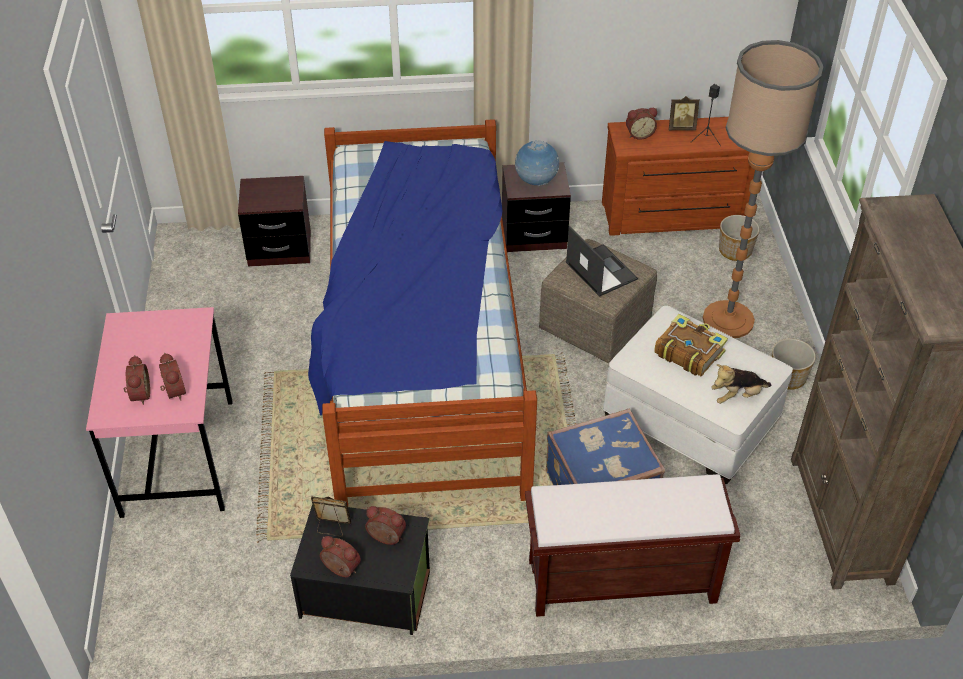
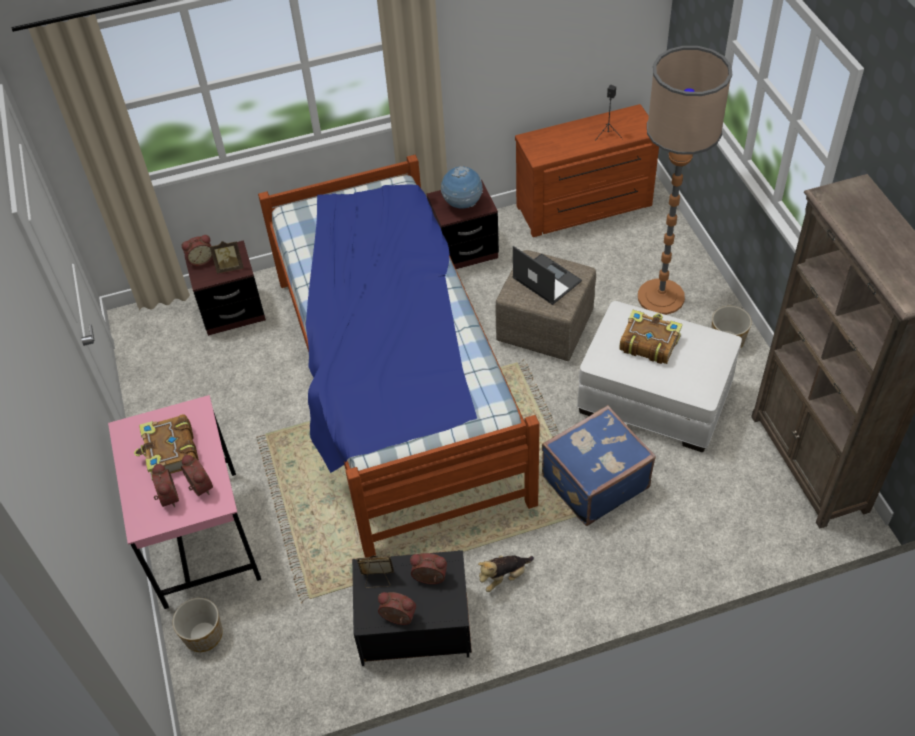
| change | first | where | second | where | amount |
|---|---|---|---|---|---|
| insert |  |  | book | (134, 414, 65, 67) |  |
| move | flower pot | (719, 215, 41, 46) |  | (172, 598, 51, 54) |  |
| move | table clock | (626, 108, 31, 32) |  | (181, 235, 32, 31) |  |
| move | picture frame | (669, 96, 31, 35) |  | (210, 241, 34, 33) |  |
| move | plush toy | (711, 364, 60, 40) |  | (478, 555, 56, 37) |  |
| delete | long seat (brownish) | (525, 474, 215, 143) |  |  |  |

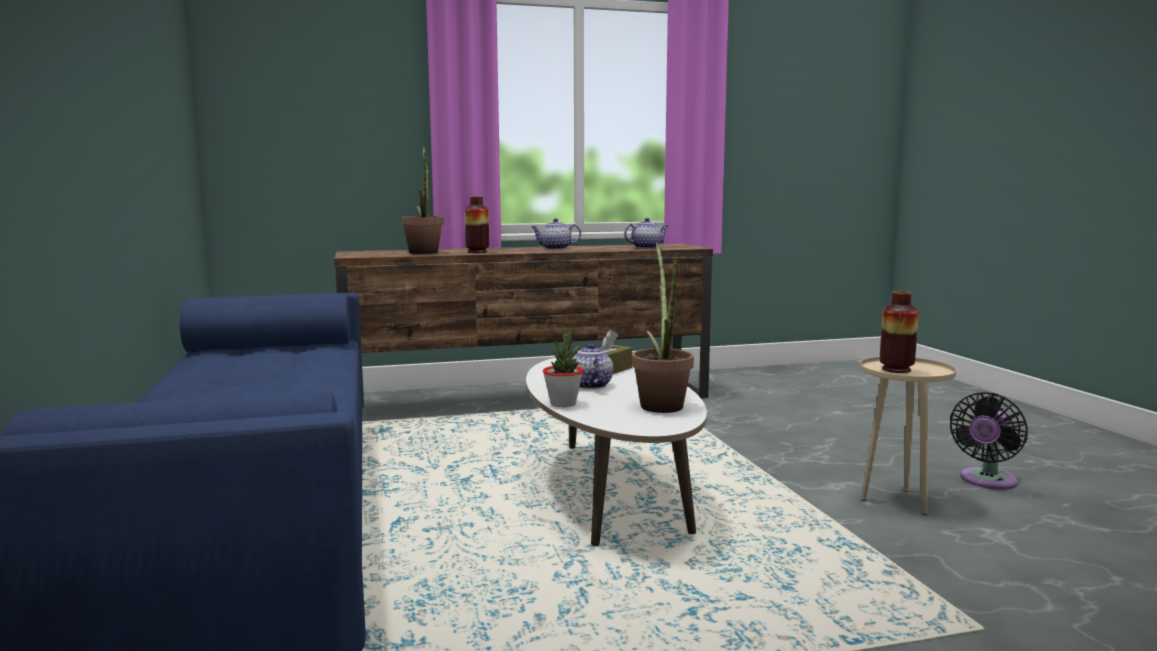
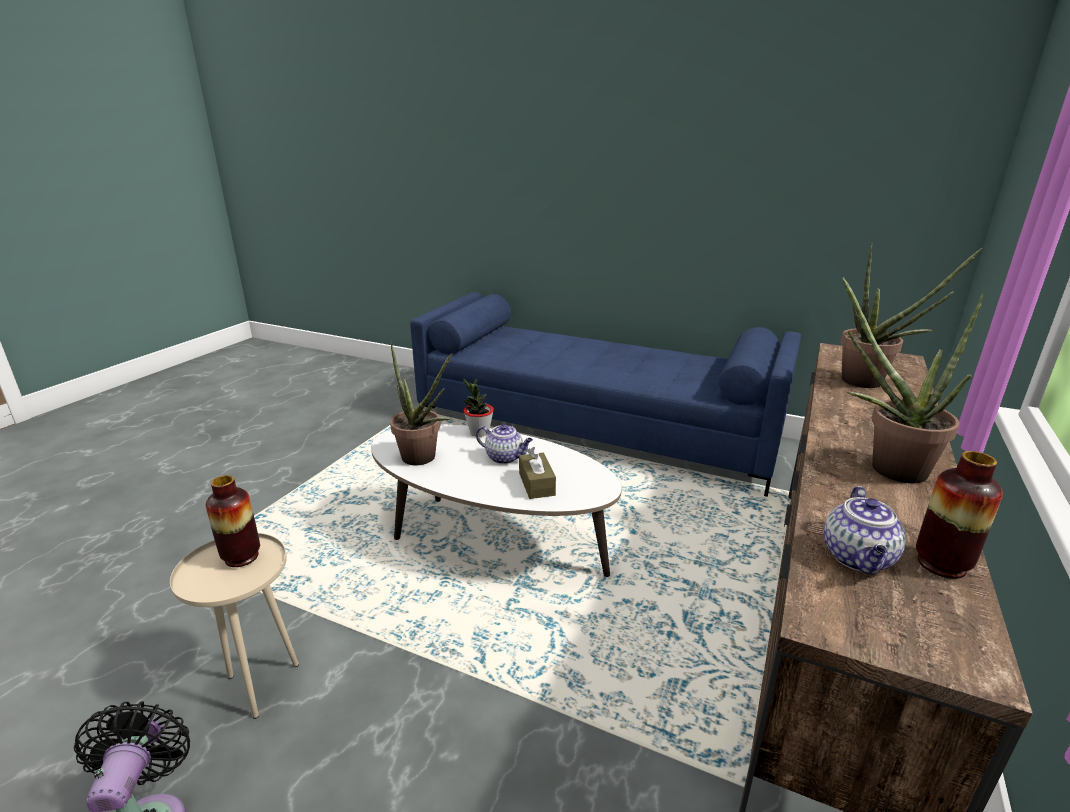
| change | first | where | second | where | amount |
|---|---|---|---|---|---|
| replace | pot for tea | (531, 218, 50, 31) | potted plant | (843, 277, 141, 206) |  |
| move | flower vase | (465, 196, 24, 57) |  | (916, 451, 87, 128) |  |

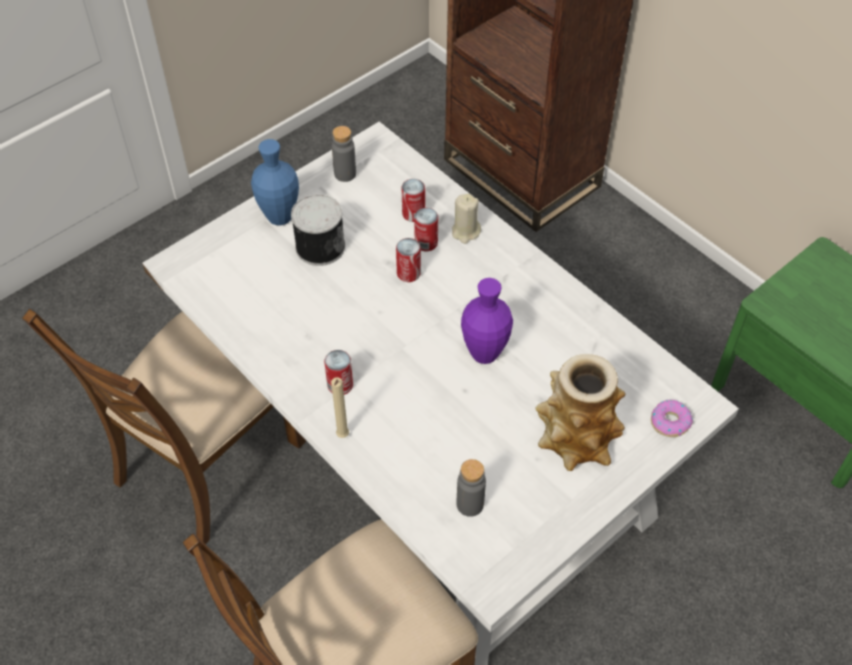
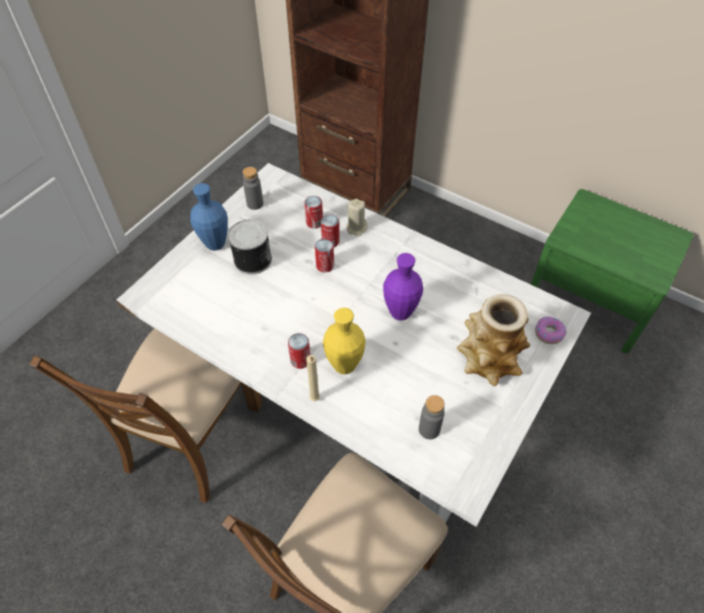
| change | first | where | second | where | amount |
|---|---|---|---|---|---|
| insert |  |  | flower vase (yellowish) | (323, 308, 43, 66) |  |

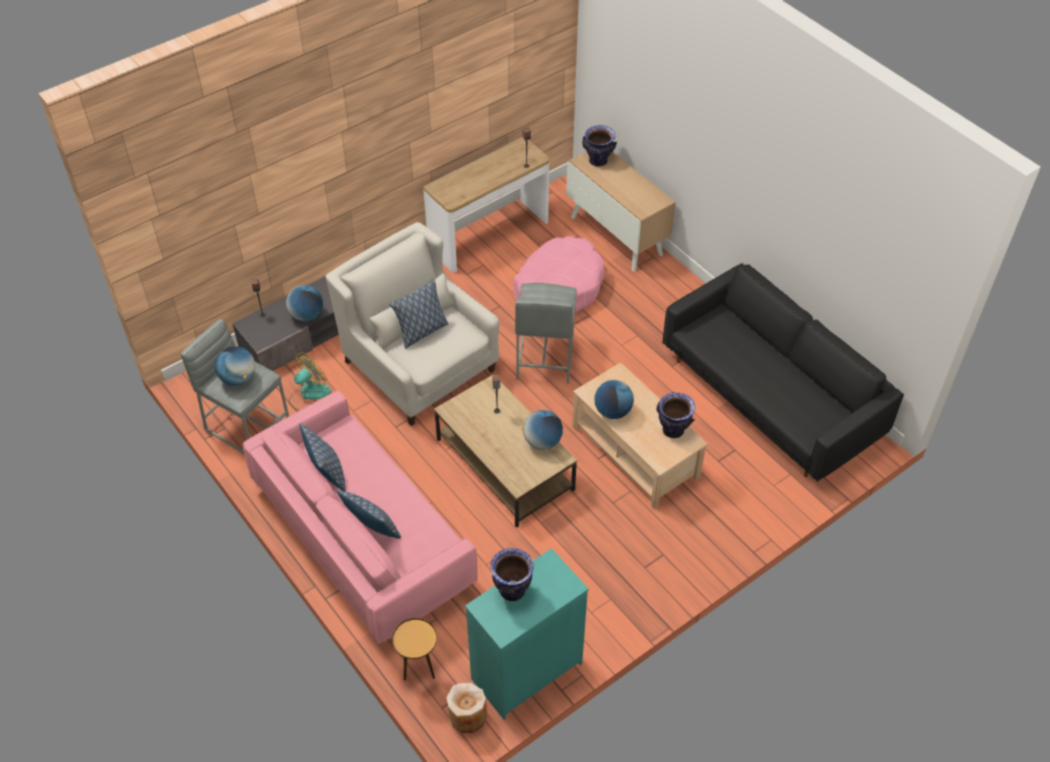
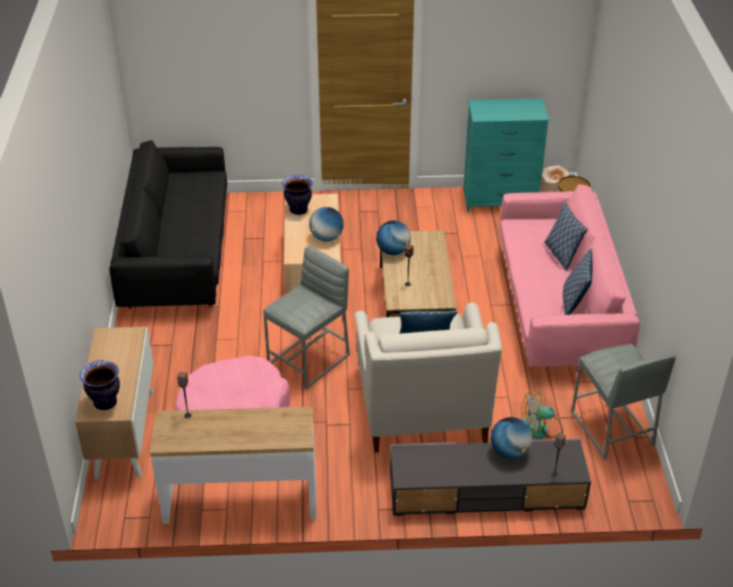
| change | first | where | second | where | amount |
|---|---|---|---|---|---|
| delete | globe | (215, 346, 40, 40) |  |  |  |
| delete | flower vase | (491, 548, 43, 53) |  |  |  |

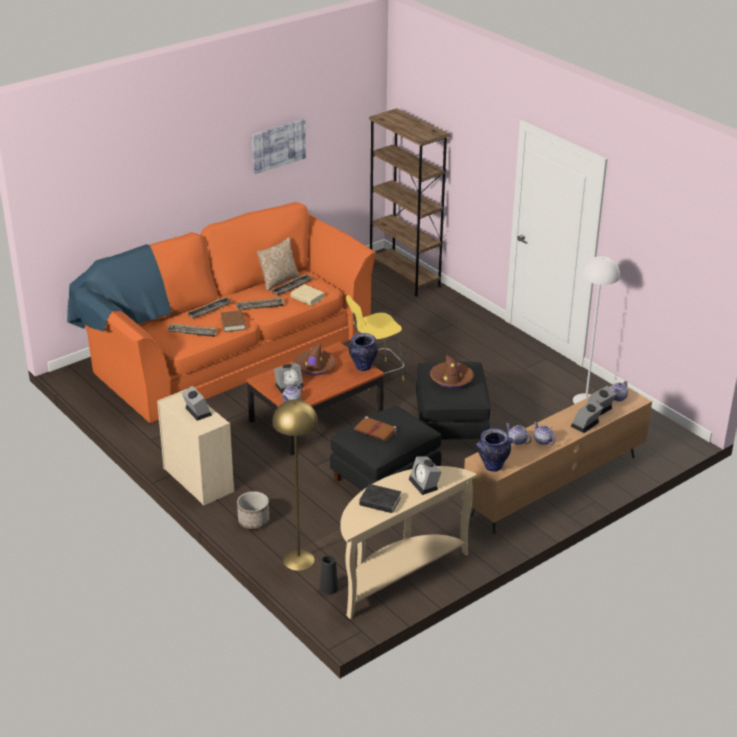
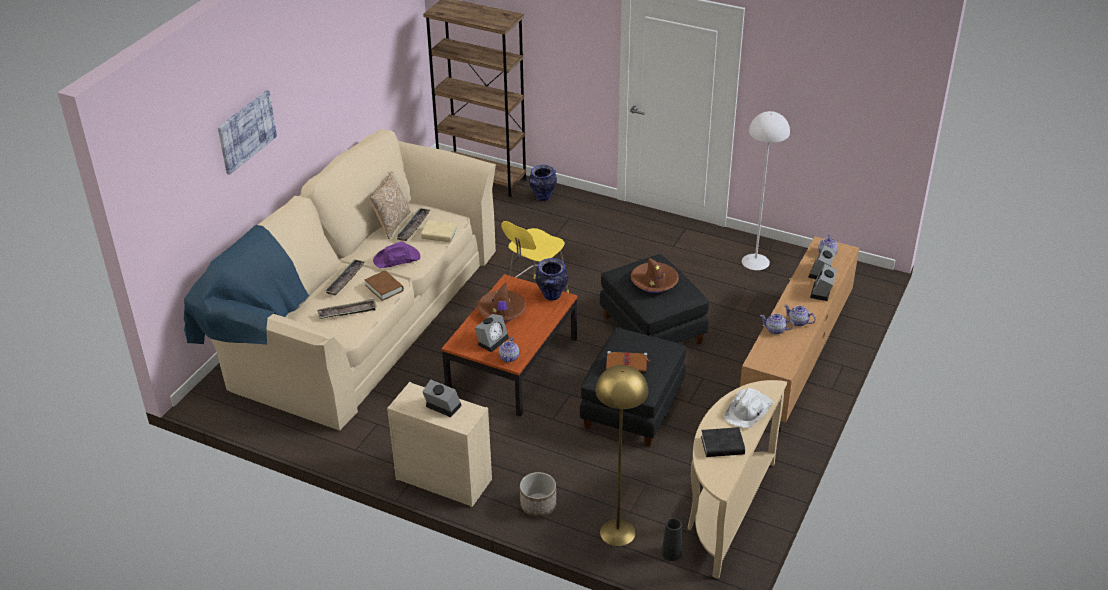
| change | first | where | second | where | amount |
|---|---|---|---|---|---|
| recolor | settee (orangey) | (67, 202, 309, 221) | settee (beige) | (184, 129, 312, 302) |  |
| move | wall picture | (252, 119, 54, 55) |  | (218, 90, 59, 85) |  |
| replace | serving tray | (236, 298, 49, 12) | wearable hat (purple-coloured) | (373, 241, 48, 27) |  |
| move | flower vase | (476, 428, 37, 44) |  | (529, 165, 28, 36) |  |
| replace | table clock | (409, 457, 32, 38) | wearable hat (whitish) | (724, 388, 50, 40) |  |

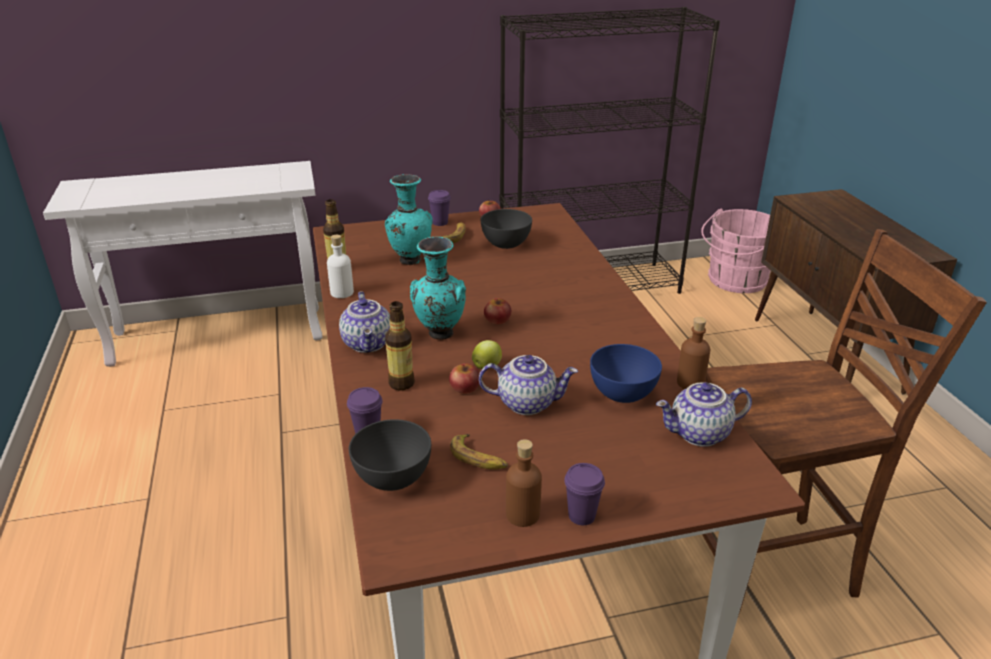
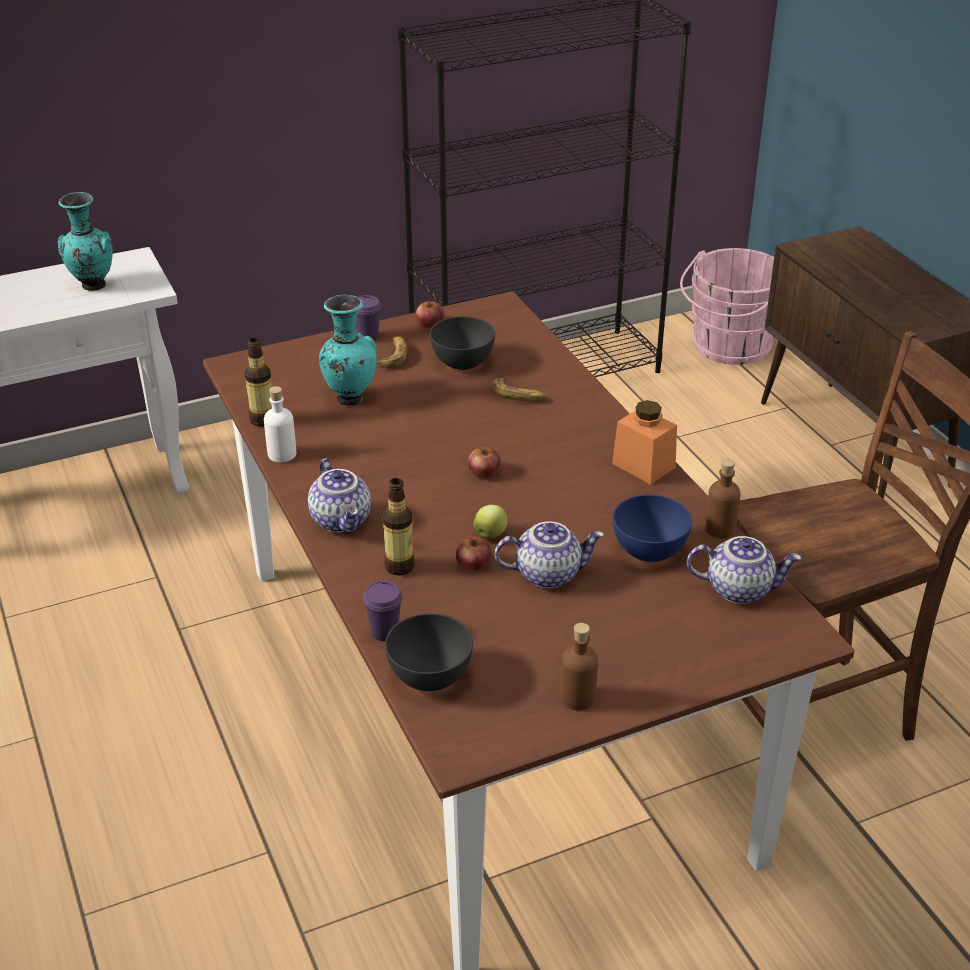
| change | first | where | second | where | amount |
|---|---|---|---|---|---|
| move | flower vase (blue-green) | (410, 237, 56, 103) |  | (58, 192, 55, 99) |  |
| move | banana | (450, 434, 58, 36) |  | (493, 377, 54, 25) |  |
| insert |  |  | jar (orangey) | (612, 400, 65, 85) |  |
| rotate | pot for tea | (656, 382, 96, 65) |  | (687, 536, 115, 68) | 150 degrees counterclockwise |
| delete | cup (purple-coloured) | (564, 463, 41, 62) |  |  |  |

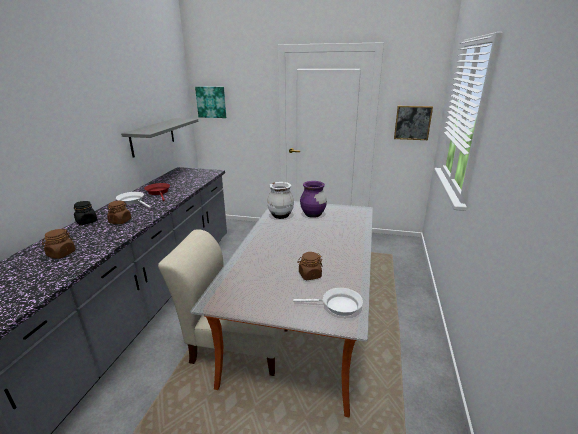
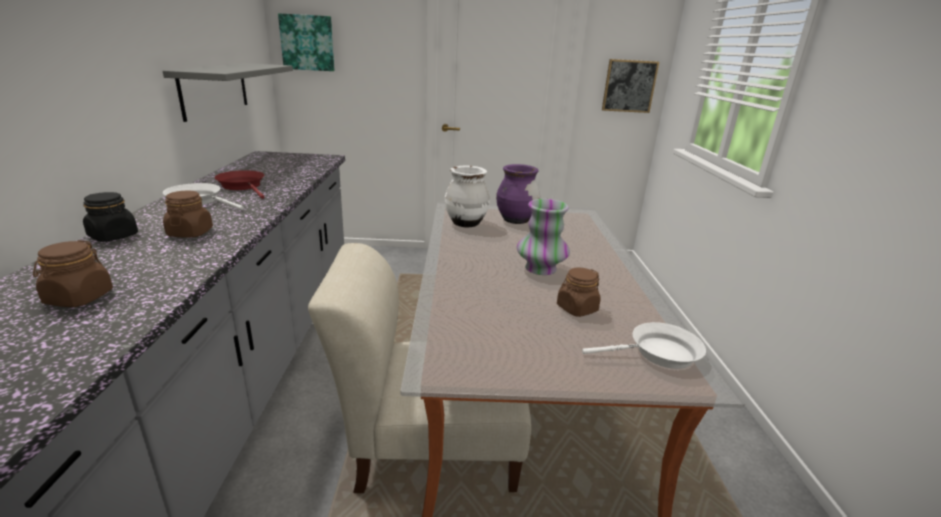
| change | first | where | second | where | amount |
|---|---|---|---|---|---|
| insert |  |  | flower vase | (517, 199, 53, 76) |  |

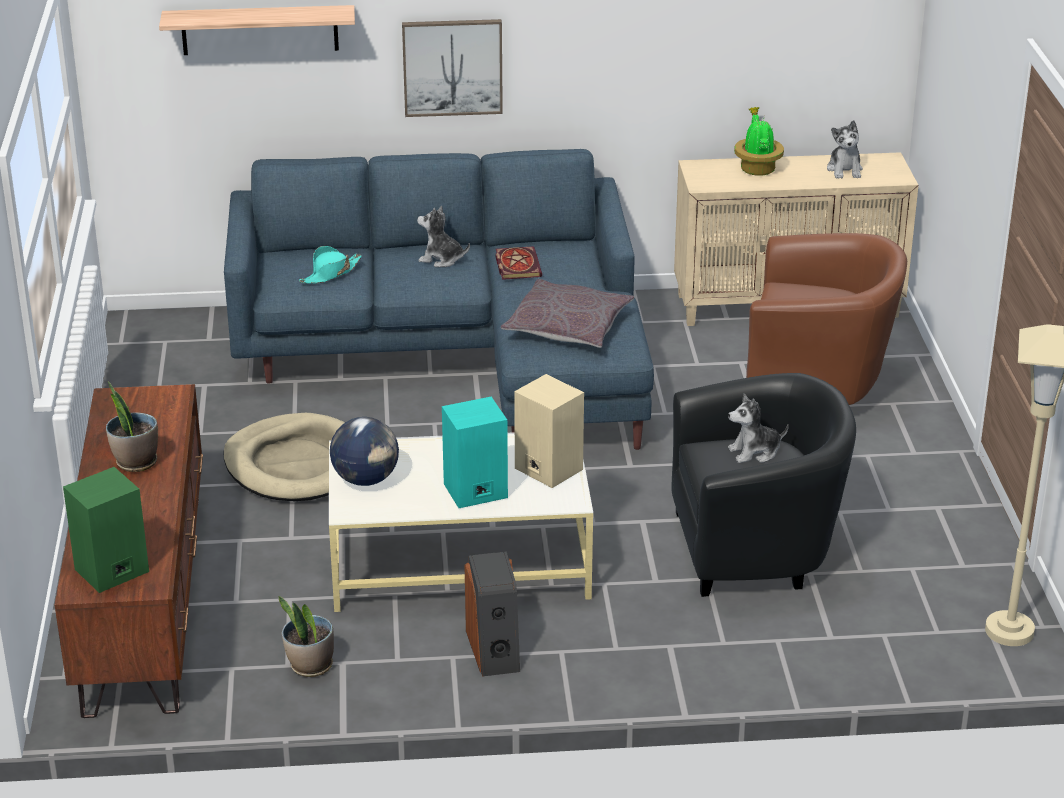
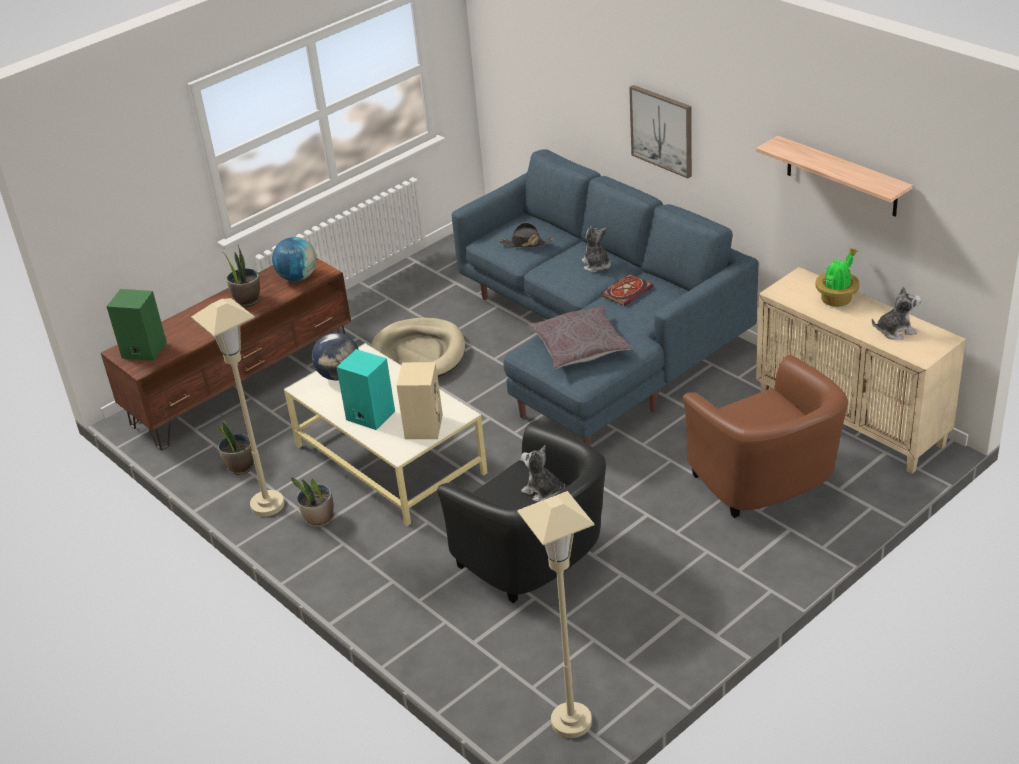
| change | first | where | second | where | amount |
|---|---|---|---|---|---|
| insert |  |  | floor lamp (beige) | (191, 298, 93, 219) |  |
| insert |  |  | globe | (272, 237, 45, 44) |  |
| replace | speaker | (464, 551, 56, 126) | potted plant | (291, 477, 43, 50) |  |
| recolor | wearable hat (blue-green) | (299, 246, 63, 37) | wearable hat (black) | (499, 222, 54, 26) |  |
| move | bracket shelf | (159, 5, 196, 50) |  | (756, 136, 157, 81) |  |
| rotate | plush toy | (827, 120, 36, 59) |  | (872, 286, 49, 54) | 150 degrees counterclockwise |

